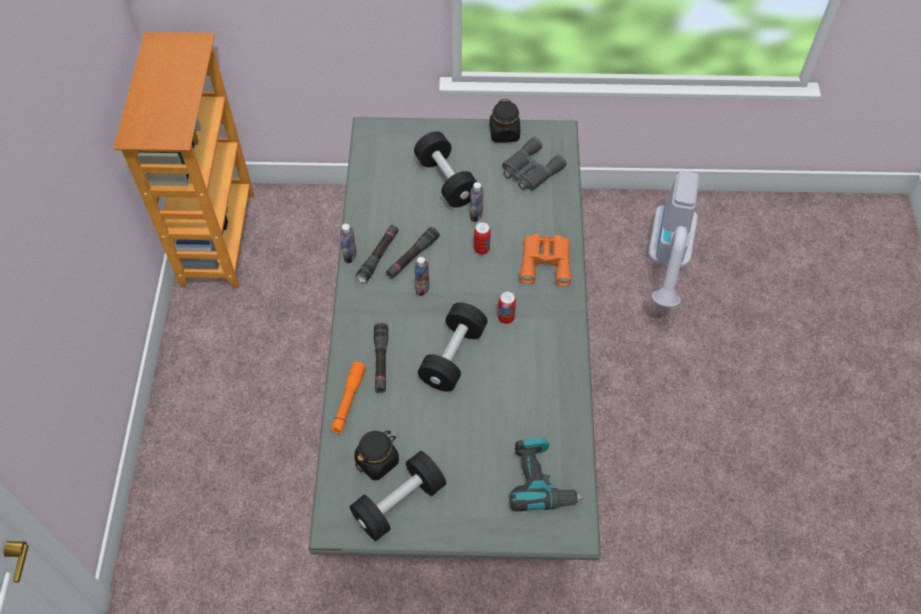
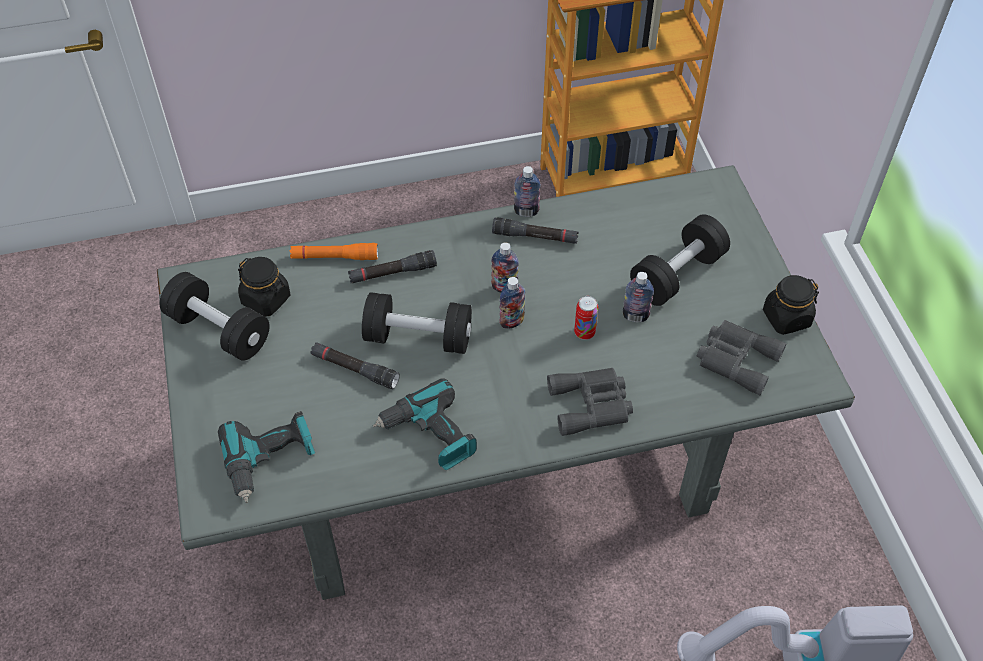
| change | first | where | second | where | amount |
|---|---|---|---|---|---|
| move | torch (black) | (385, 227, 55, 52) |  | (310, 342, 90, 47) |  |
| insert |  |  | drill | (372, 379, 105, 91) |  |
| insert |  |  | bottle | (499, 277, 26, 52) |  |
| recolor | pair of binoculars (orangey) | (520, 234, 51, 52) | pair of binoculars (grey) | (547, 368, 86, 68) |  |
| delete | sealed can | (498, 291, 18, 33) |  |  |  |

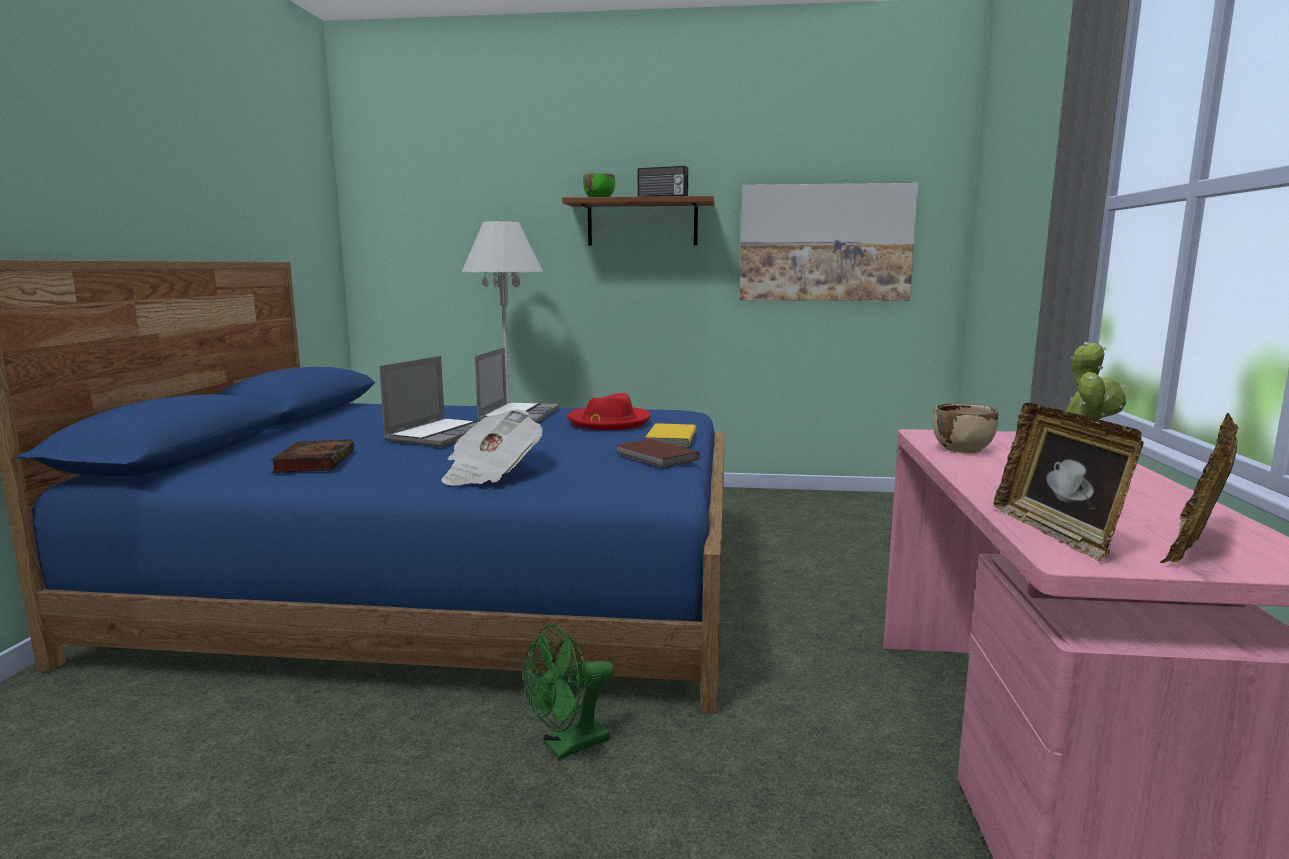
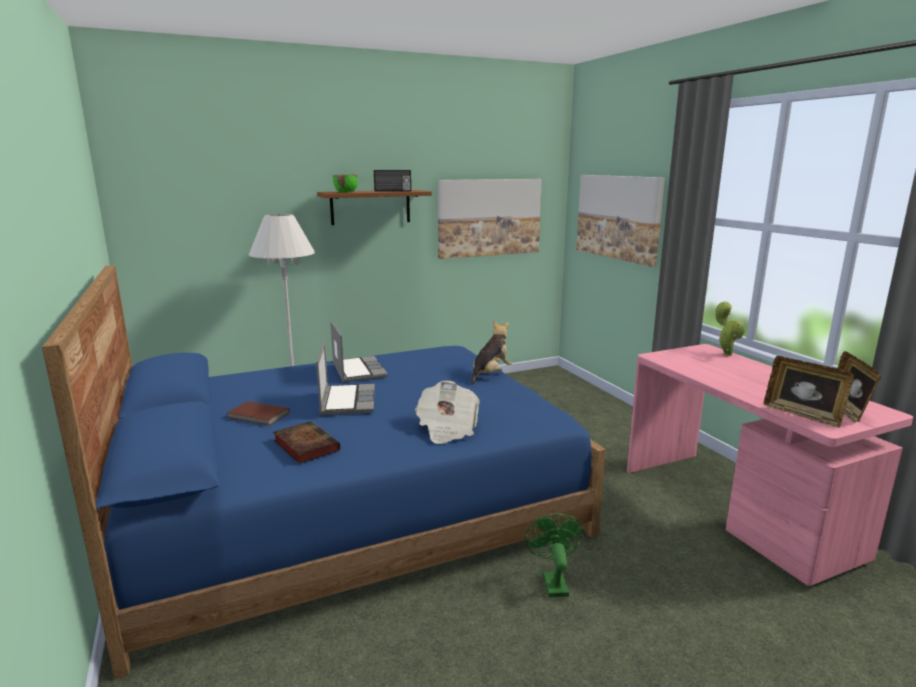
| change | first | where | second | where | amount |
|---|---|---|---|---|---|
| move | book (brownish) | (616, 439, 84, 29) |  | (227, 401, 63, 25) |  |
| replace | book (yellowish) | (646, 423, 50, 23) | plush toy | (471, 321, 41, 64) |  |
| rotate | fan (green-coloured) | (523, 624, 91, 135) |  | (525, 514, 60, 83) | 150 degrees clockwise |
| insert |  |  | wall picture | (576, 175, 89, 92) |  |
| delete | wearable hat (red) | (568, 393, 82, 37) |  |  |  |
| delete | deep dish (beige) | (932, 403, 66, 50) |  |  |  |

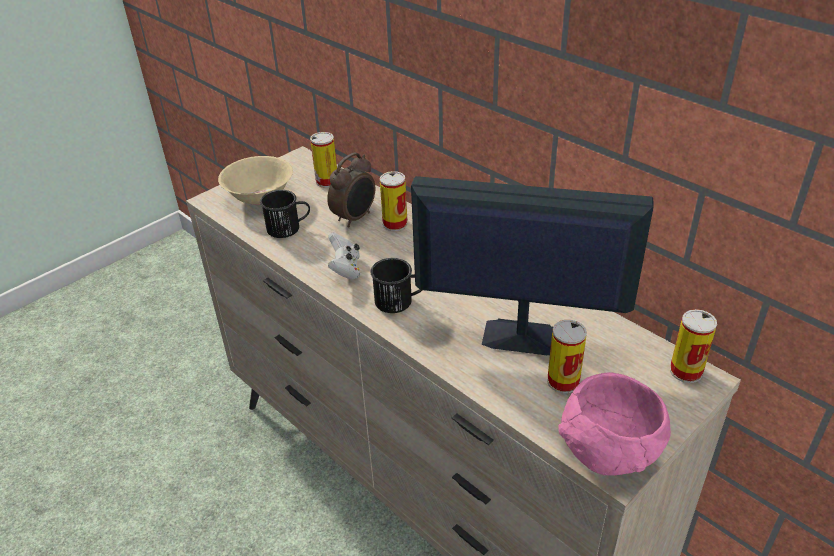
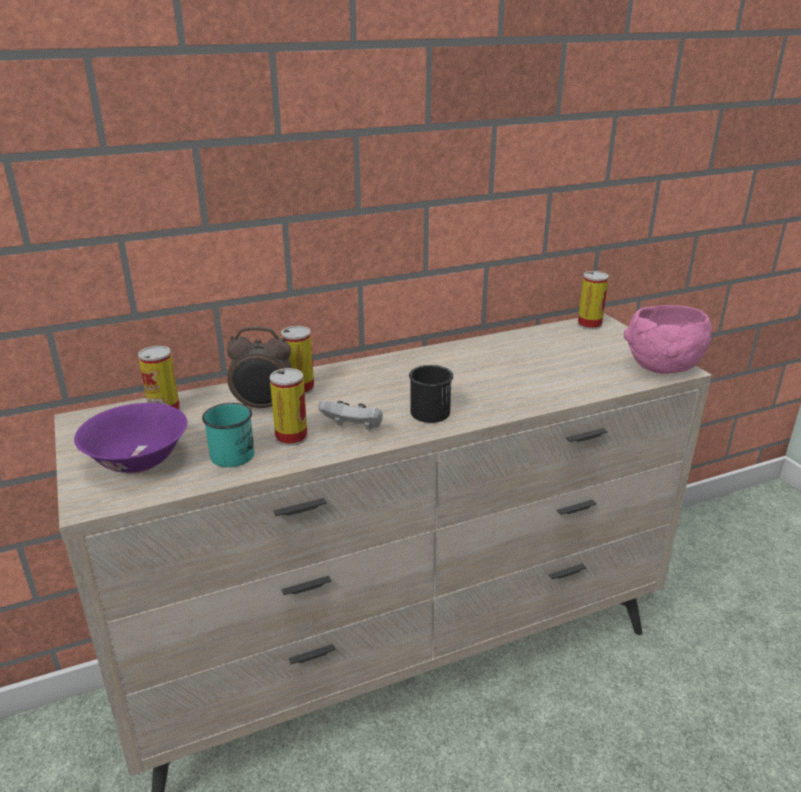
| change | first | where | second | where | amount |
|---|---|---|---|---|---|
| recolor | deep dish (beige) | (218, 156, 75, 49) | deep dish (purple-coloured) | (74, 403, 113, 71) |  |
| recolor | mug (black) | (260, 190, 50, 48) | mug (blue-green) | (202, 403, 52, 64) |  |
| rotate | table clock | (327, 152, 48, 76) |  | (227, 327, 65, 81) | 120 degrees clockwise |
| move | sealed can | (547, 320, 40, 73) |  | (270, 368, 38, 78) |  |
| delete | computer screen | (411, 176, 243, 179) |  |  |  |

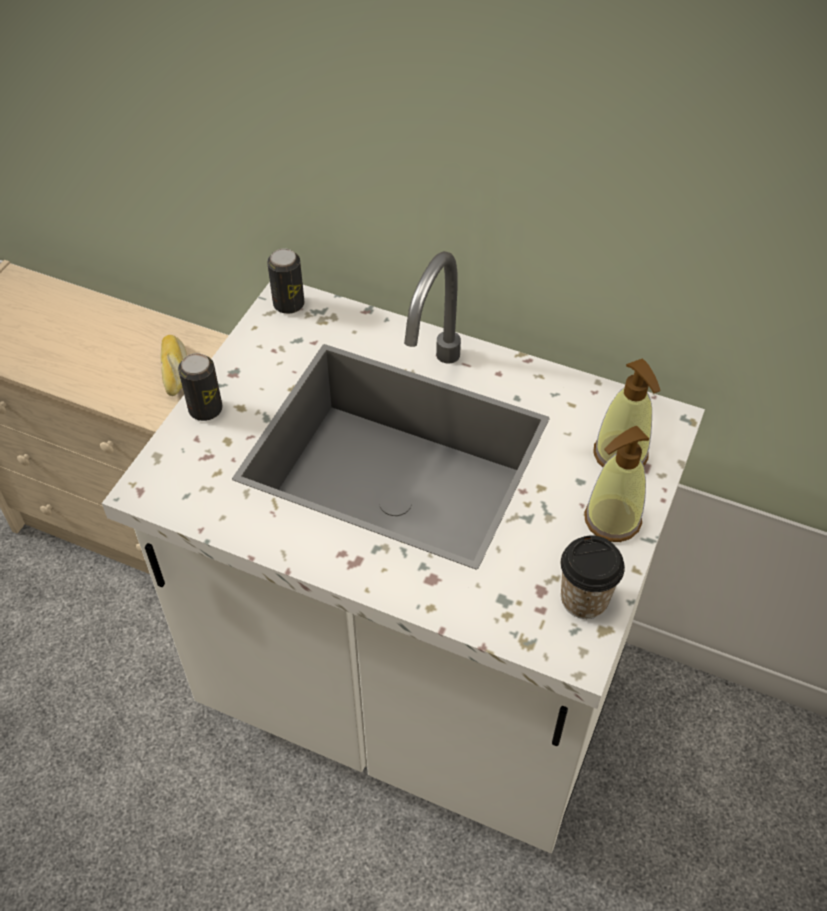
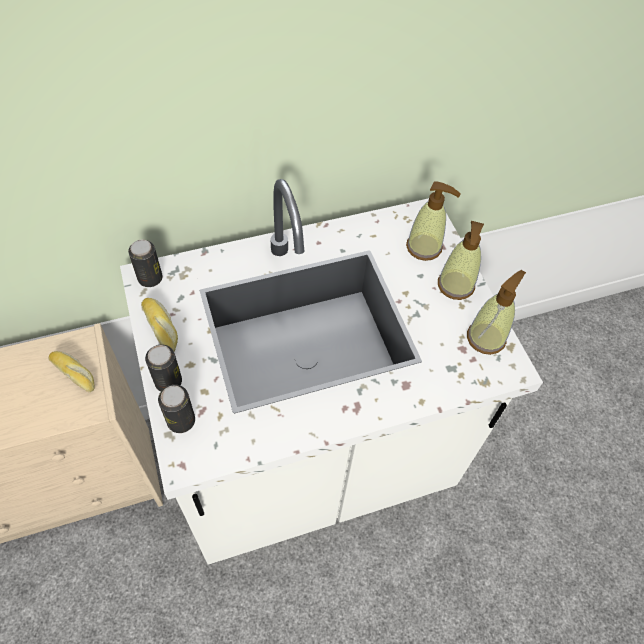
| change | first | where | second | where | amount |
|---|---|---|---|---|---|
| insert |  |  | baked bread | (141, 298, 37, 54) |  |
| insert |  |  | sealed can | (158, 385, 37, 48) |  |
| replace | cup | (561, 535, 64, 84) | soap bottle | (467, 270, 59, 85) |  |

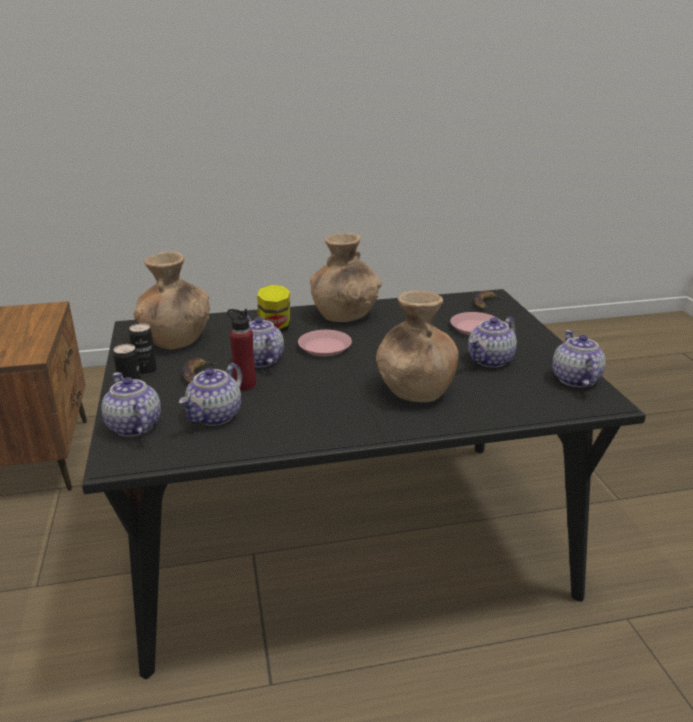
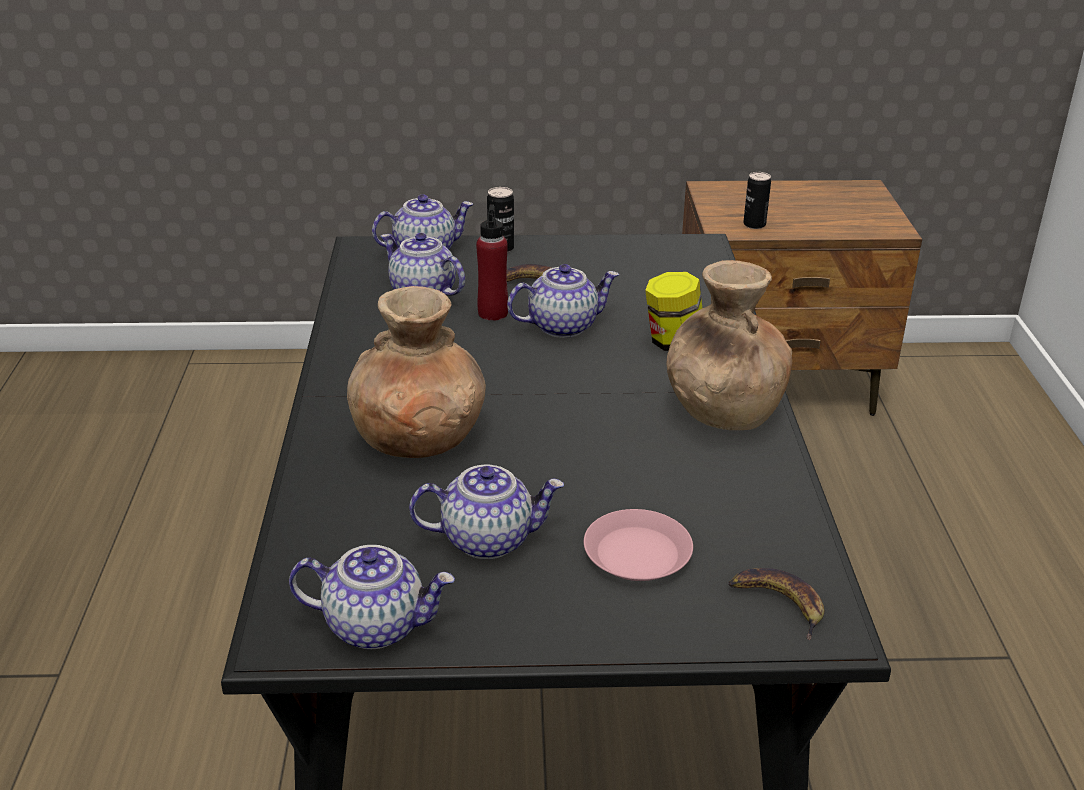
| change | first | where | second | where | amount |
|---|---|---|---|---|---|
| rotate | pot for tea | (468, 317, 49, 51) |  | (409, 464, 155, 95) | 120 degrees clockwise |
| move | sealed can | (129, 323, 28, 52) |  | (743, 172, 28, 57) |  |
| delete | flower vase (brownish) | (134, 251, 76, 99) |  |  |  |
| delete | dinner plate (pink) | (298, 330, 54, 26) |  |  |  |

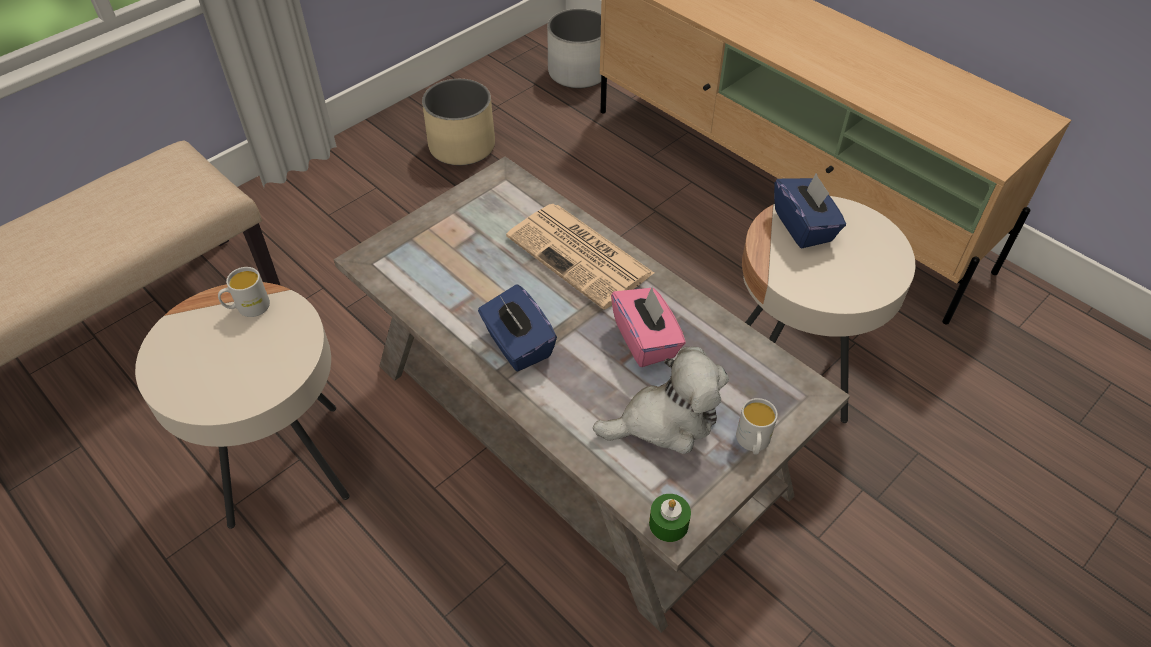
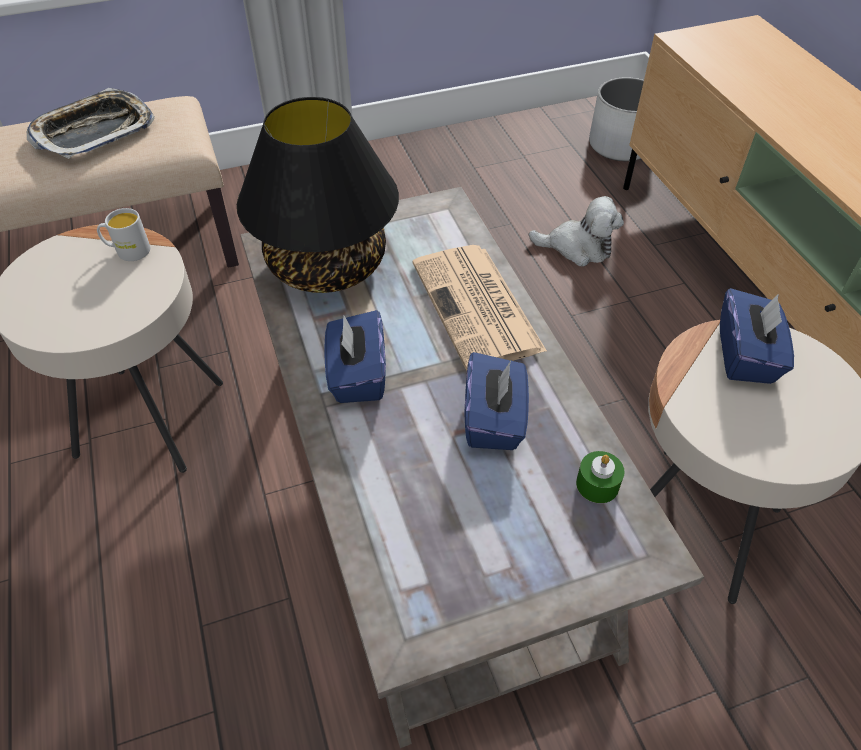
| change | first | where | second | where | amount |
|---|---|---|---|---|---|
| insert |  |  | serving tray | (27, 88, 128, 71) |  |
| insert |  |  | table lamp (black) | (237, 97, 162, 196) |  |
| recolor | tissue box (pink) | (611, 287, 75, 80) | tissue box (blue-coloured) | (464, 352, 65, 98) |  |
| move | plush toy | (593, 347, 136, 107) |  | (529, 196, 95, 70) |  |
| move | wax light (green-coloured) | (649, 494, 42, 48) |  | (576, 451, 49, 52) |  |
| delete | flower pot (beige) | (422, 79, 73, 86) |  |  |  |
| delete | mug (whitish) | (736, 398, 42, 57) |  |  |  |

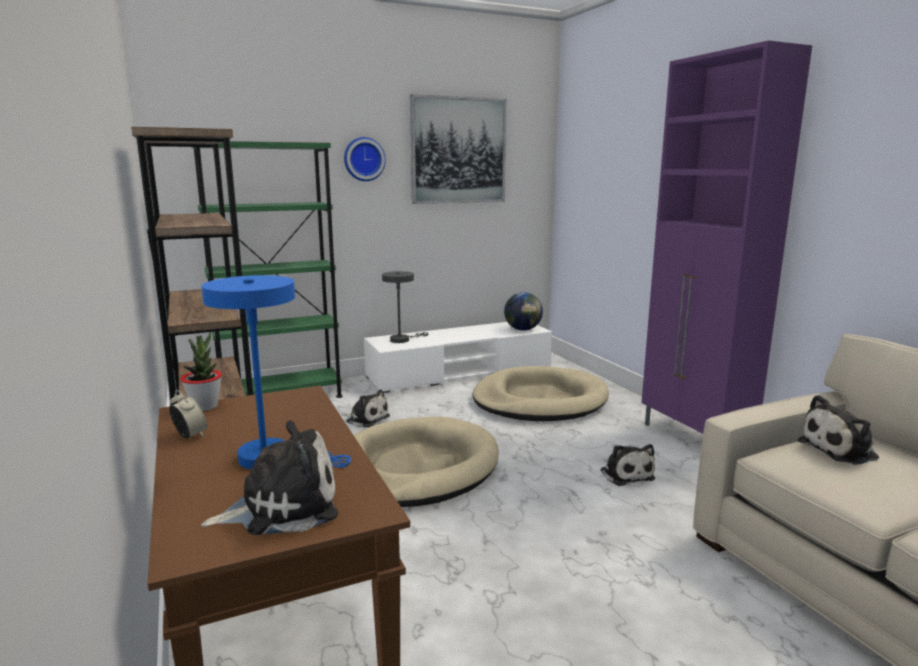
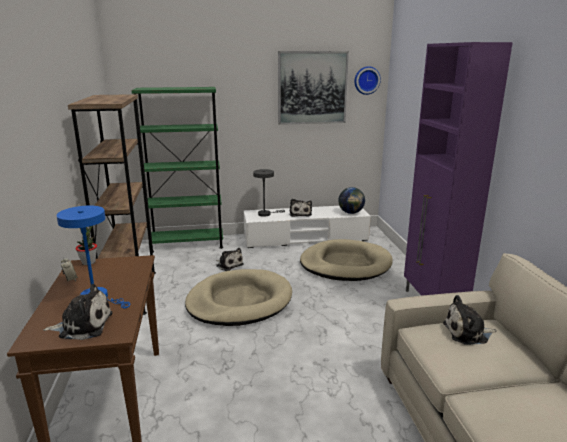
| change | first | where | second | where | amount |
|---|---|---|---|---|---|
| move | plush toy | (601, 444, 54, 42) |  | (290, 199, 22, 18) |  |
| move | clock on the wall | (344, 137, 42, 44) |  | (354, 66, 27, 29) |  |

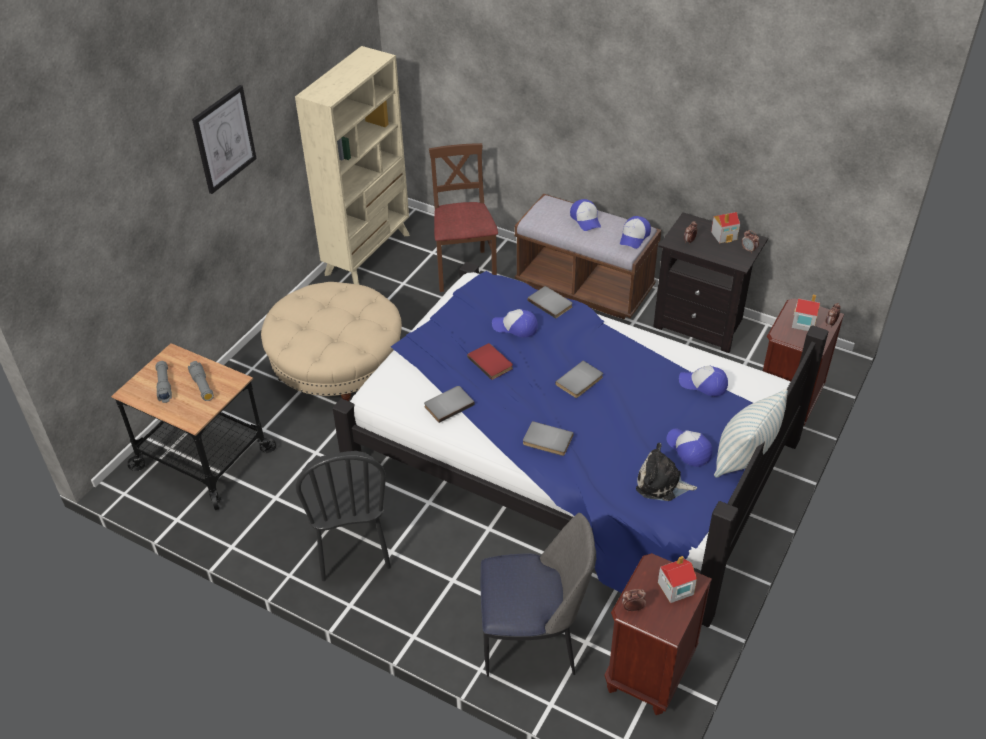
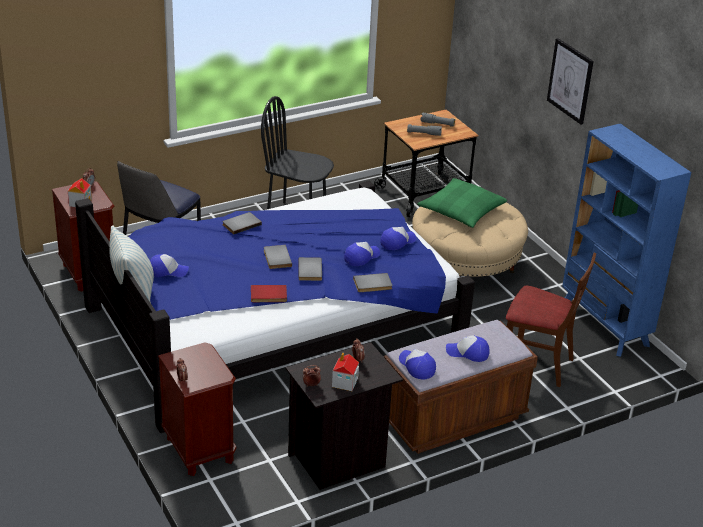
| change | first | where | second | where | amount |
|---|---|---|---|---|---|
| move | book (red) | (467, 343, 46, 37) |  | (251, 285, 36, 17) |  |
| move | book (grey) | (424, 386, 51, 37) |  | (299, 257, 23, 24) |  |
| move | cap | (679, 365, 49, 31) |  | (380, 227, 36, 23) |  |
| insert |  |  | pillow (green-coloured) | (417, 178, 90, 50) |  |
| recolor | bookshelf (beige) | (295, 46, 115, 239) | bookshelf (blue-coloured) | (562, 123, 129, 234) |  |
| delete | plush toy | (636, 443, 61, 58) |  |  |  |
| delete | miniature house | (792, 295, 28, 36) |  |  |  |

